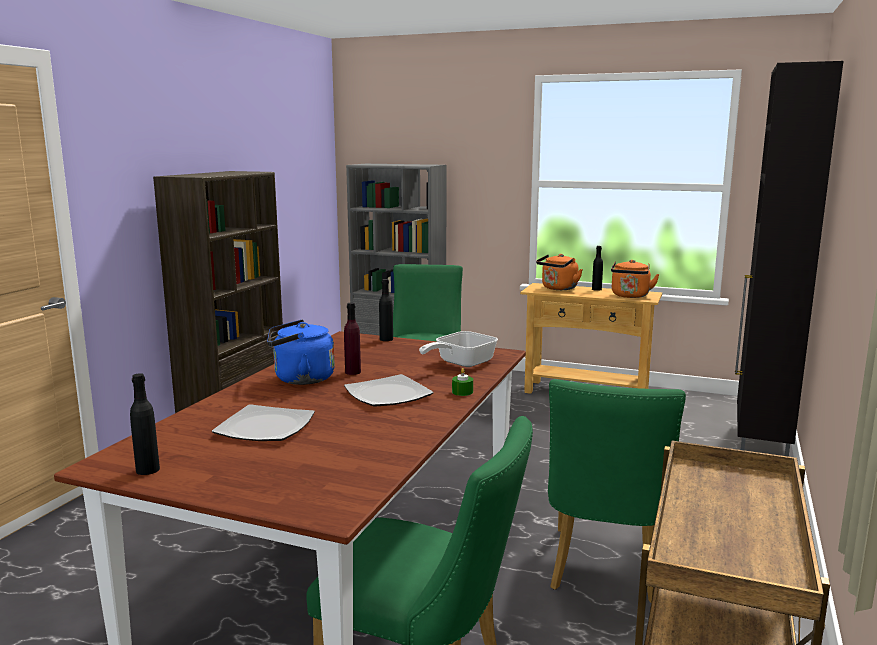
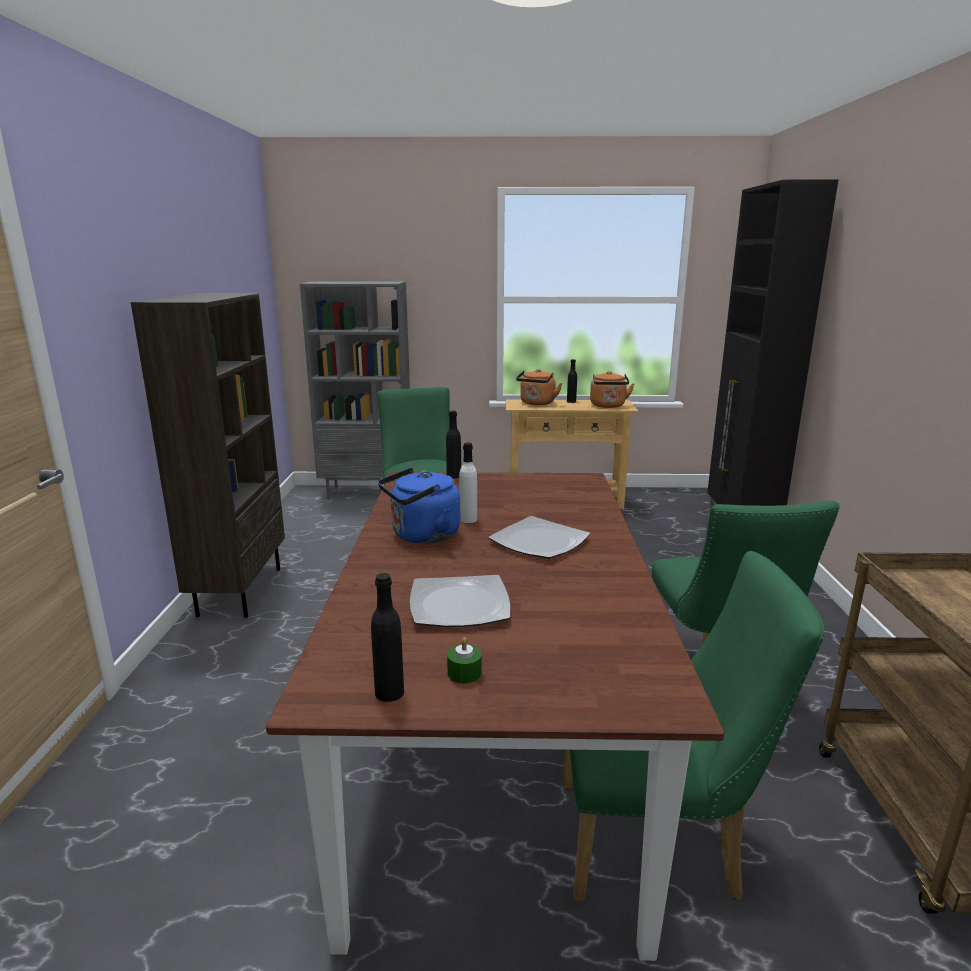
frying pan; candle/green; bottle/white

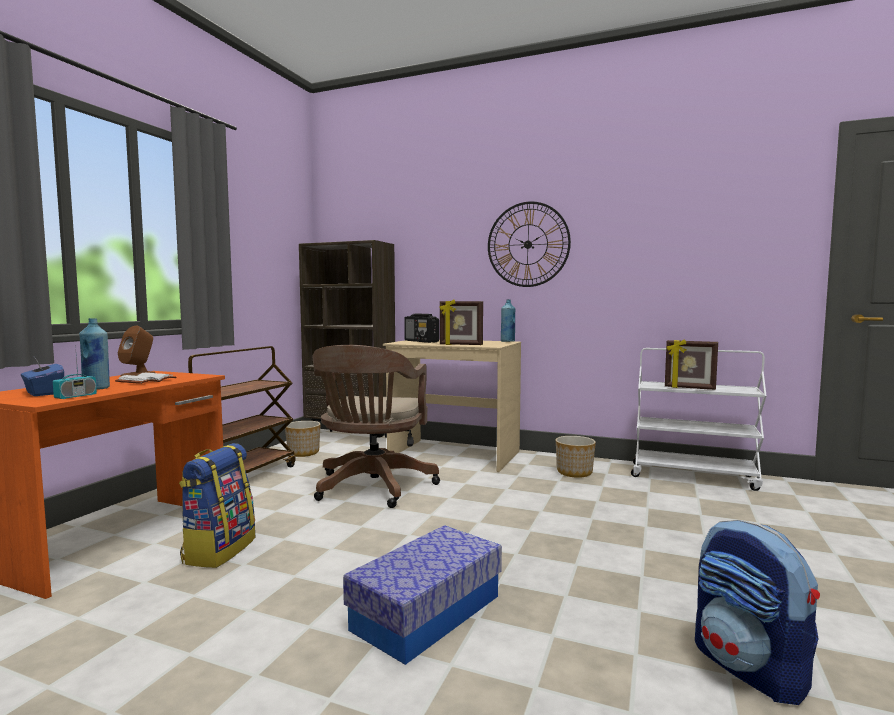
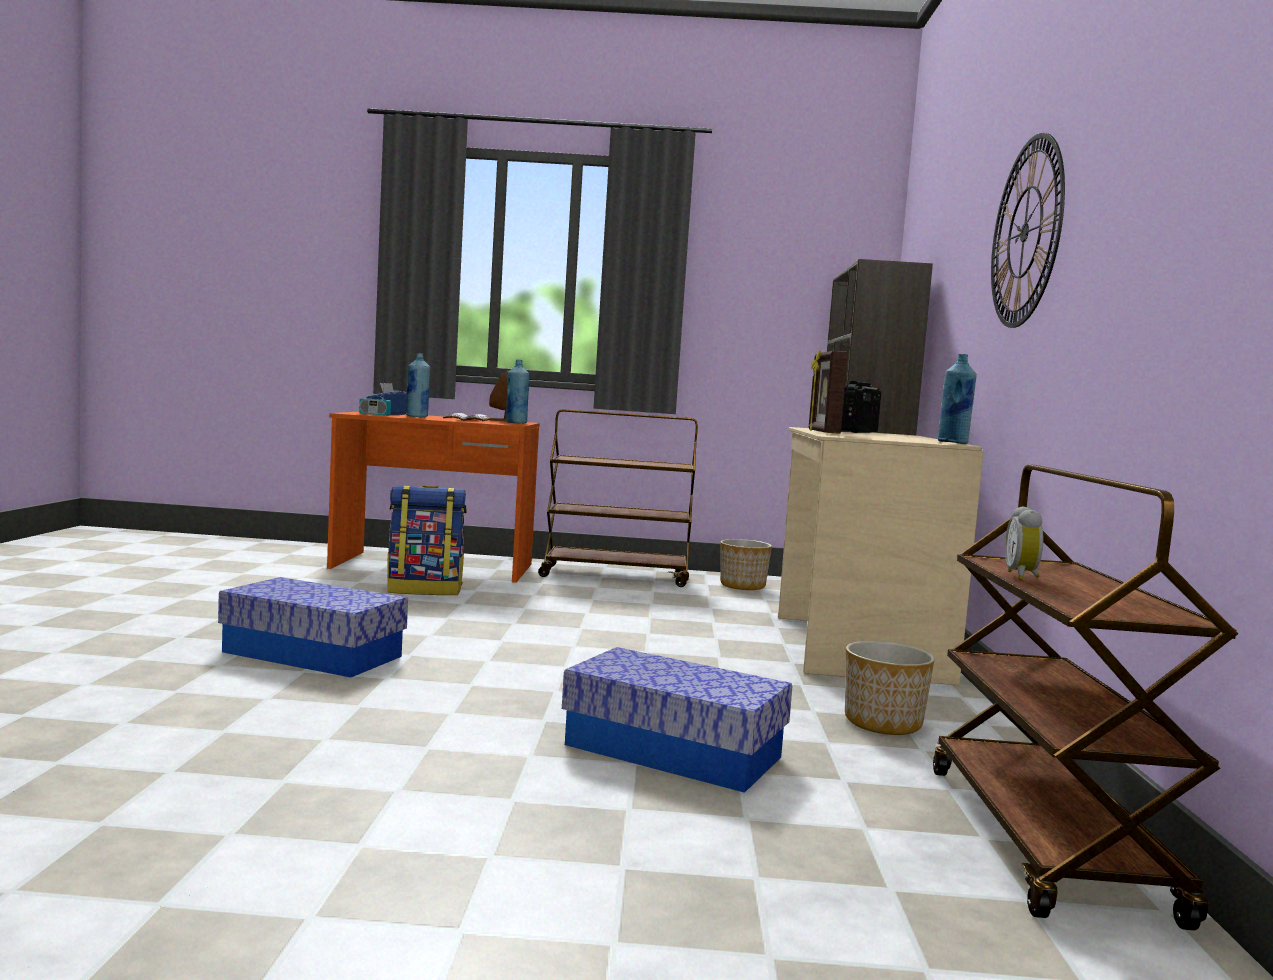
office chair/brown; backpack (2nd from left in the first image); bottle/blue (2nd from left); storage box (2nd from left); alarm clock; cart/brown (2nd from left)

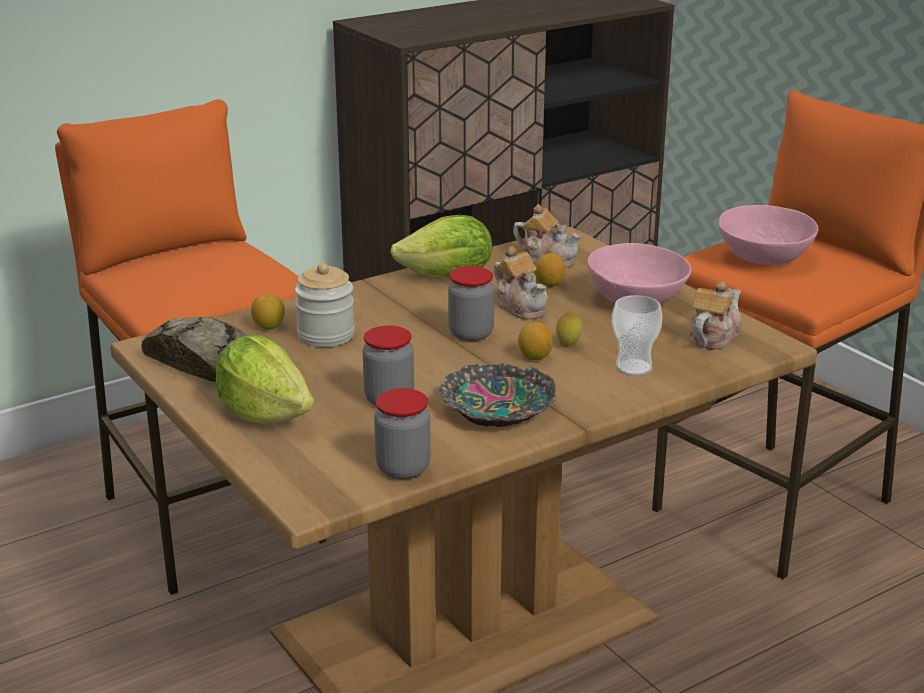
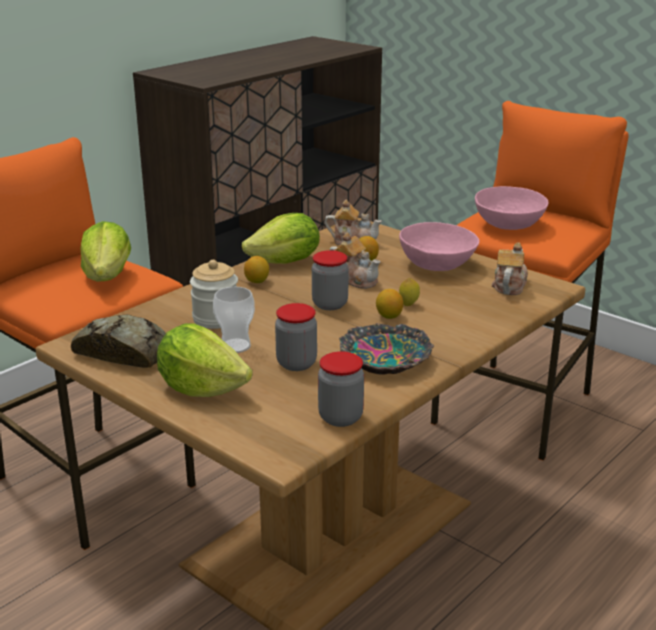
lettuce (1st from left); lemon (1st from left); cup

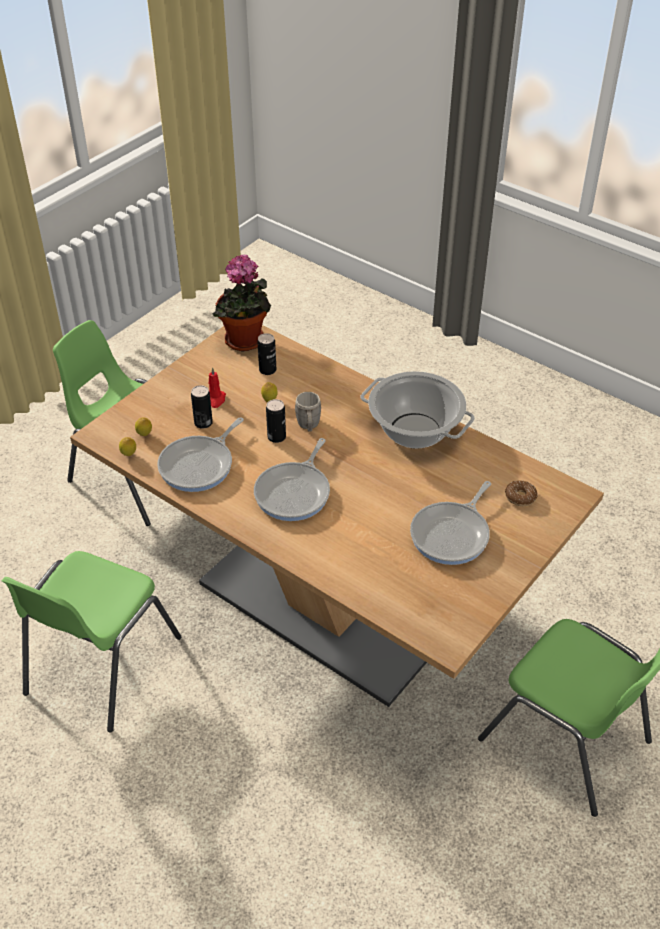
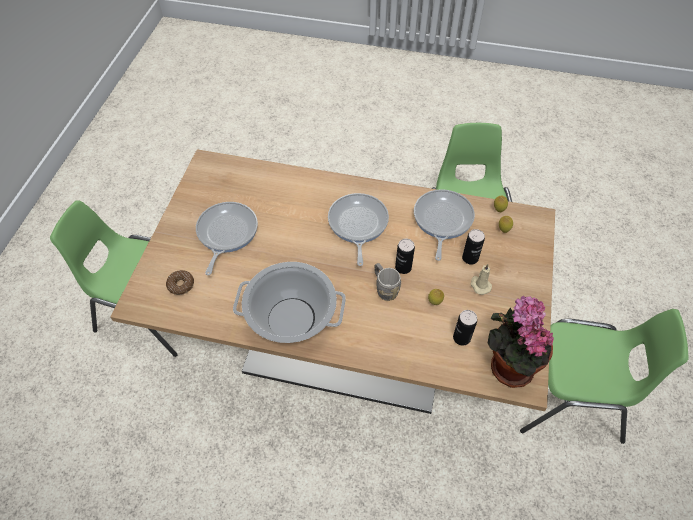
candle/beige

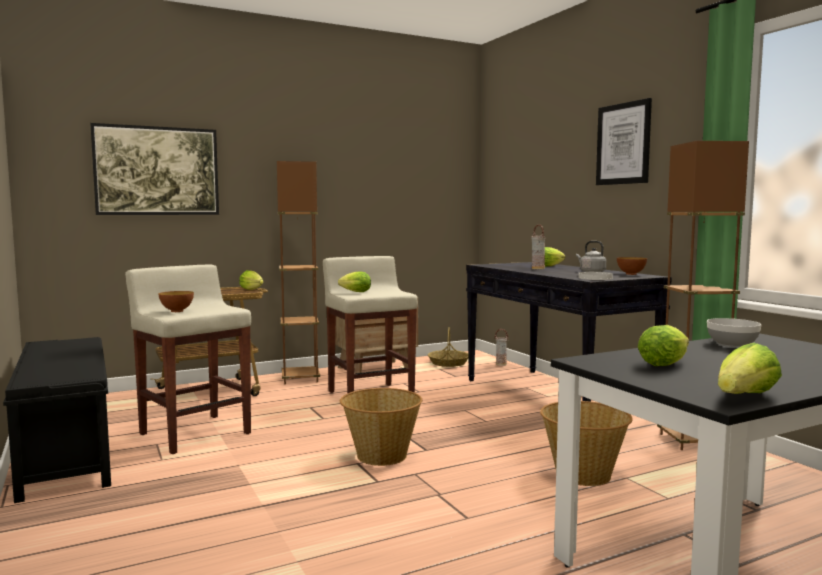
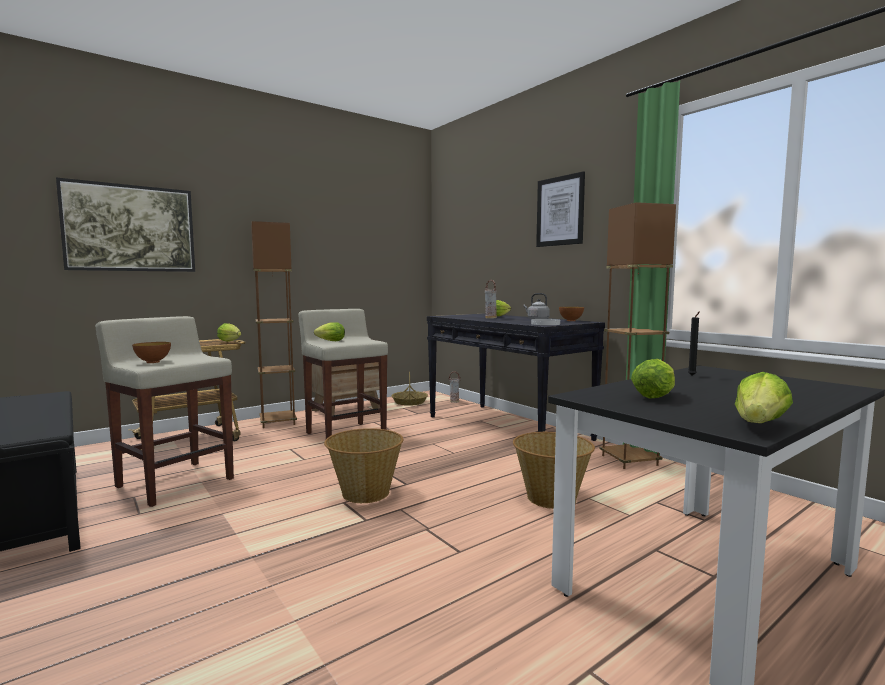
candle/black

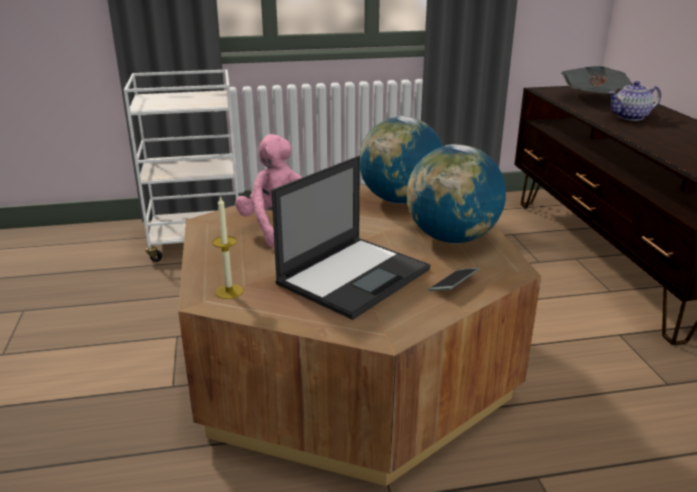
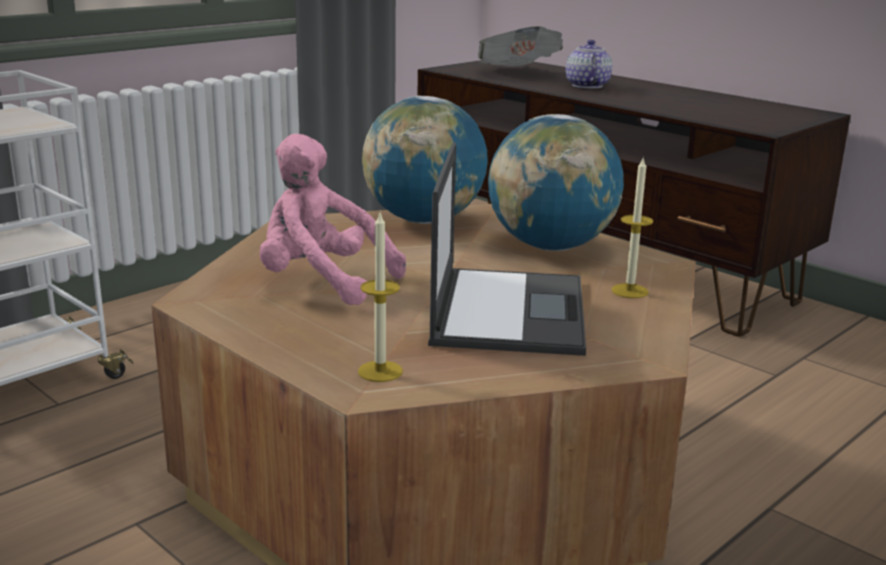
candle (2nd from left); teapot

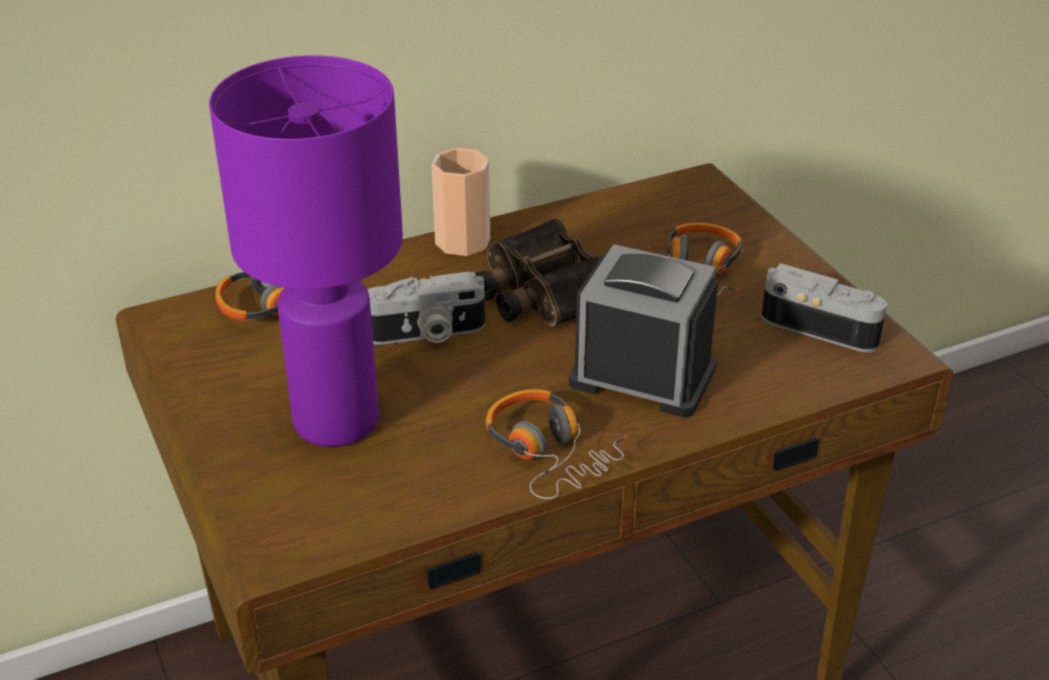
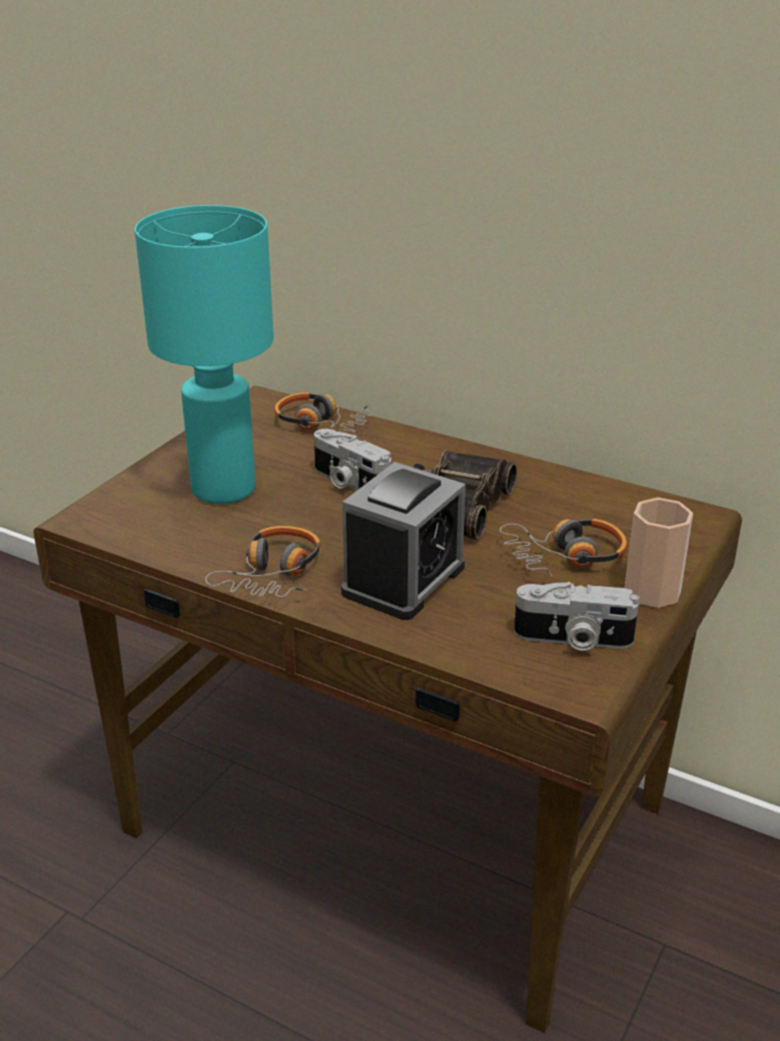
cup; table lamp/turquoise; alarm clock; photo camera (2nd from left)

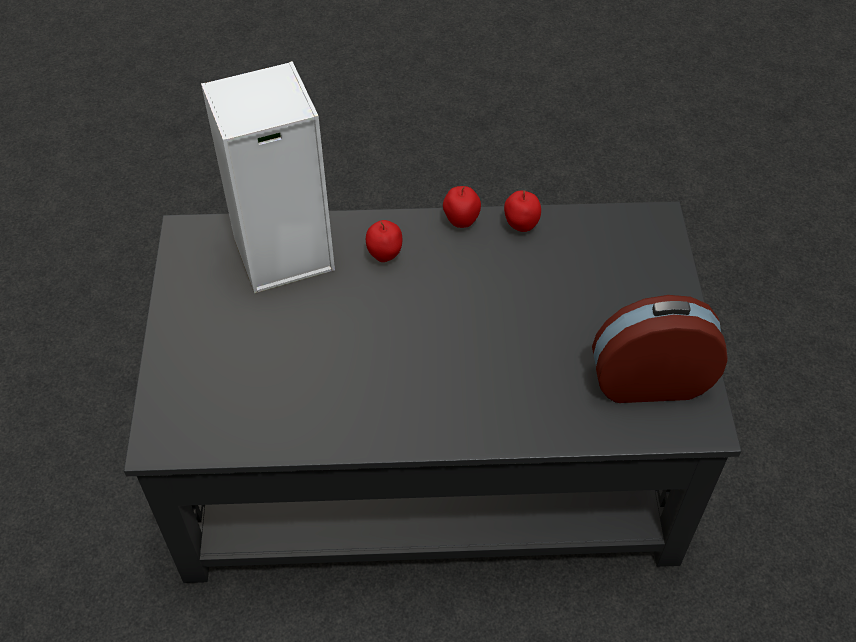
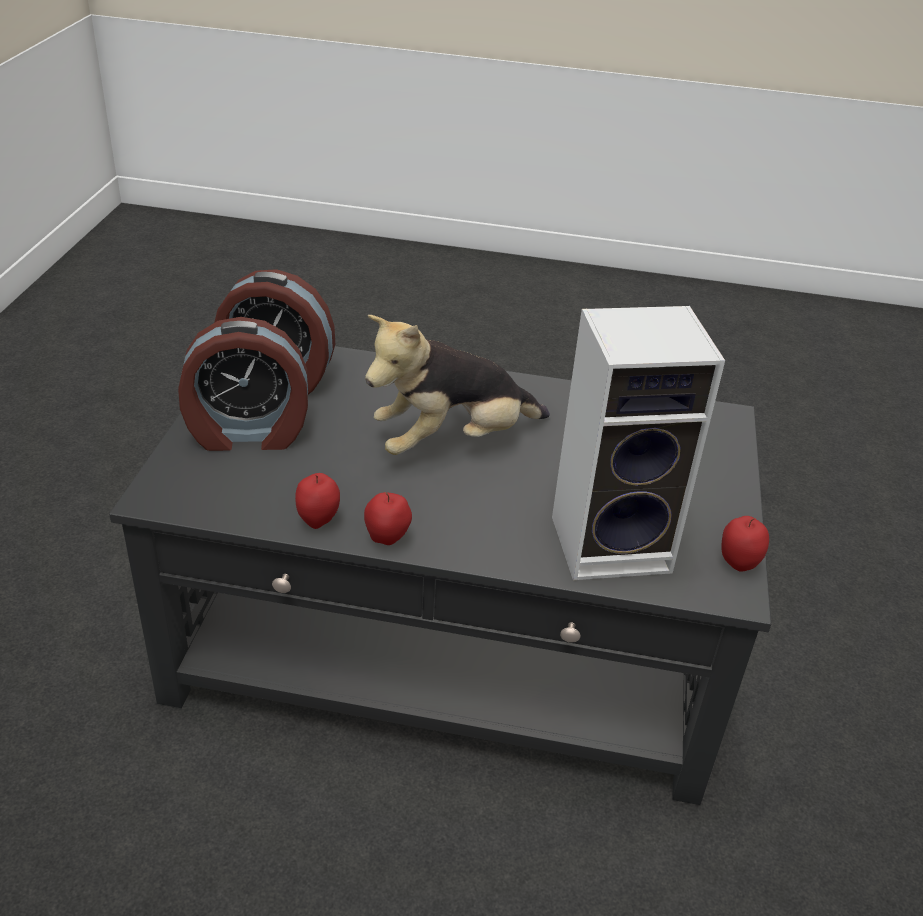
alarm clock (1st from left); plush toy; apple (3rd from left)

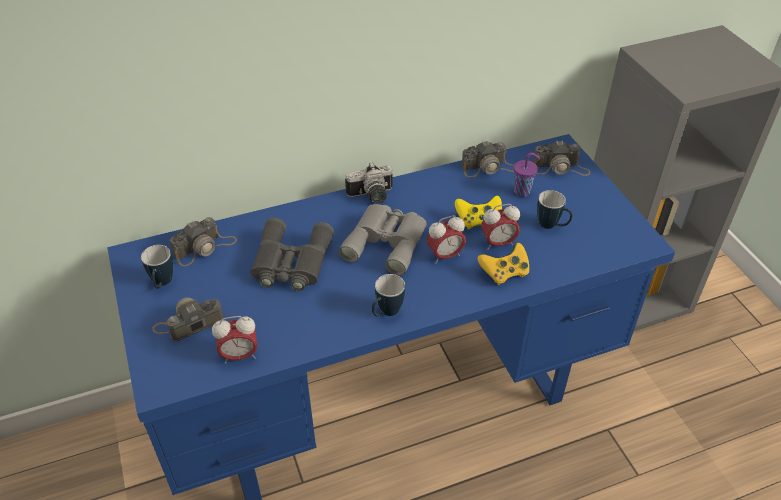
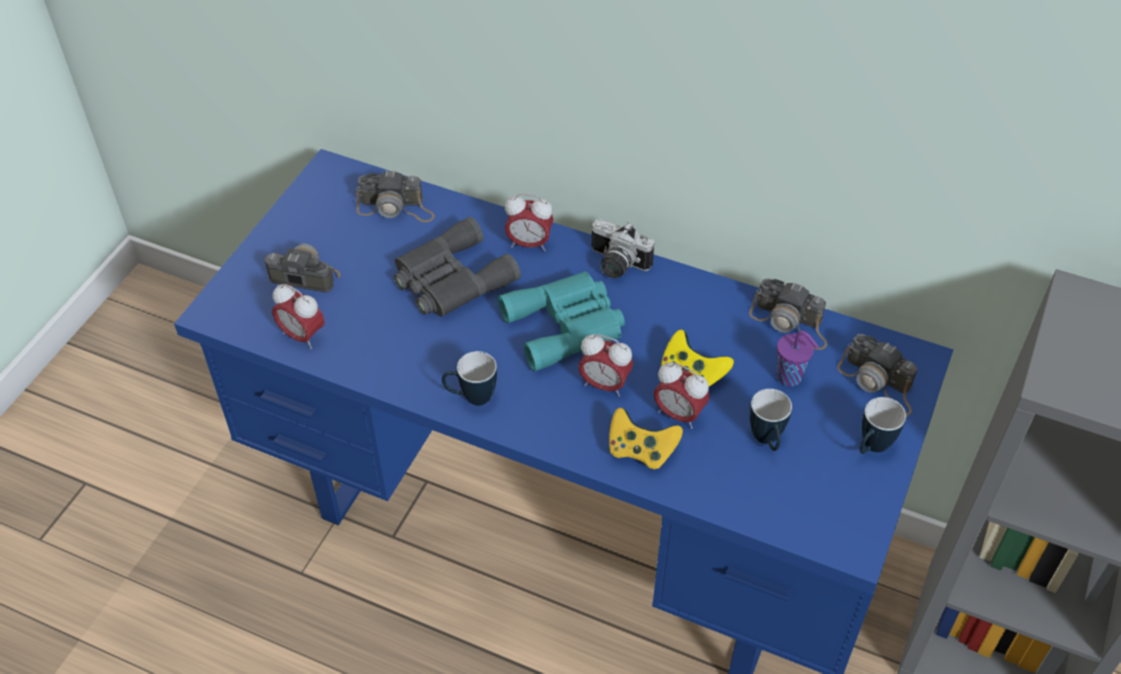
alarm clock (2nd from left); mug (3rd from left); binoculars/turquoise

